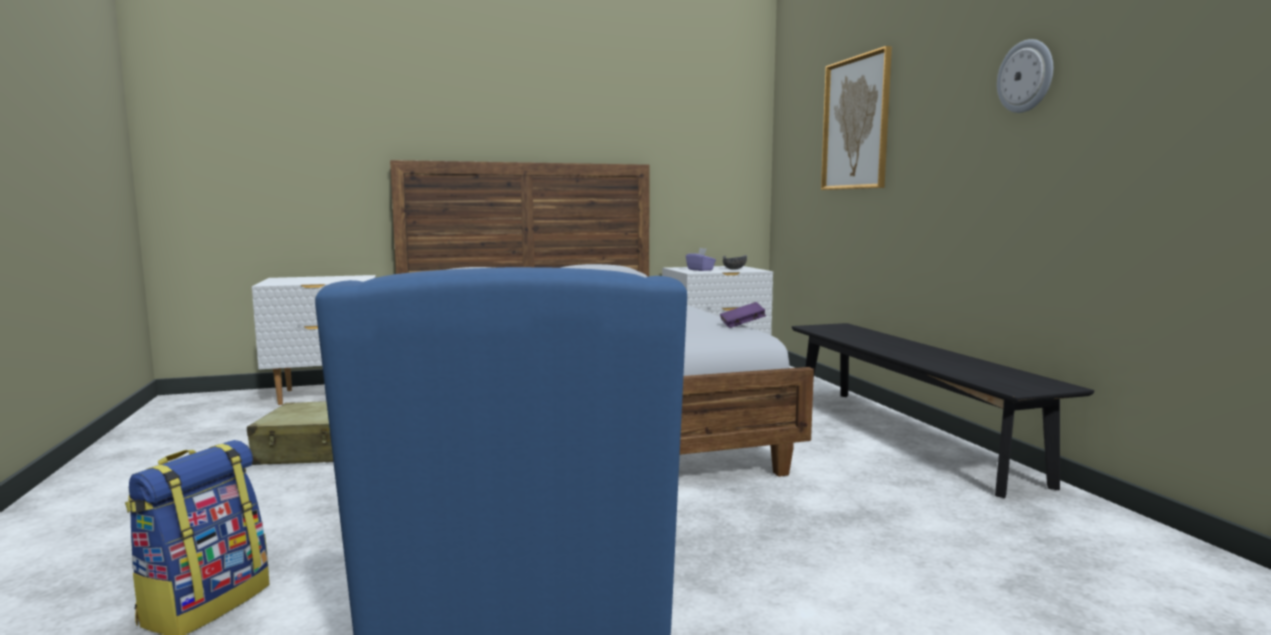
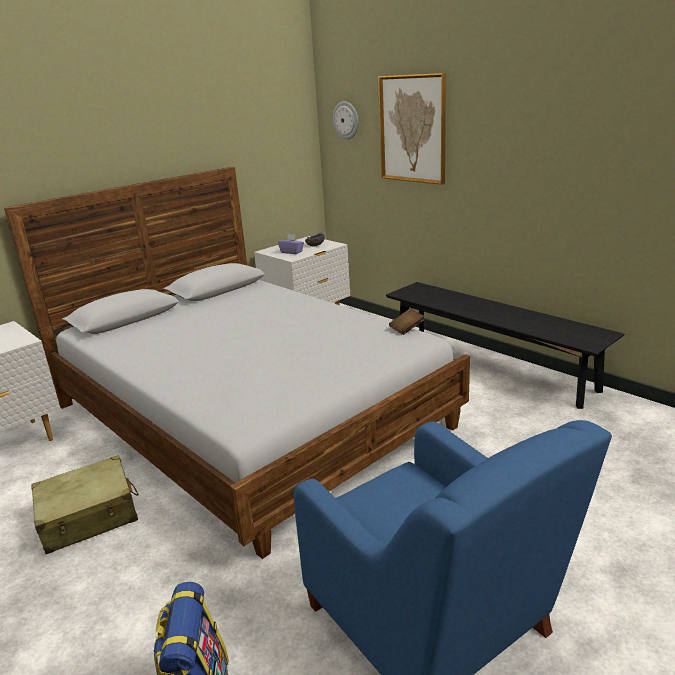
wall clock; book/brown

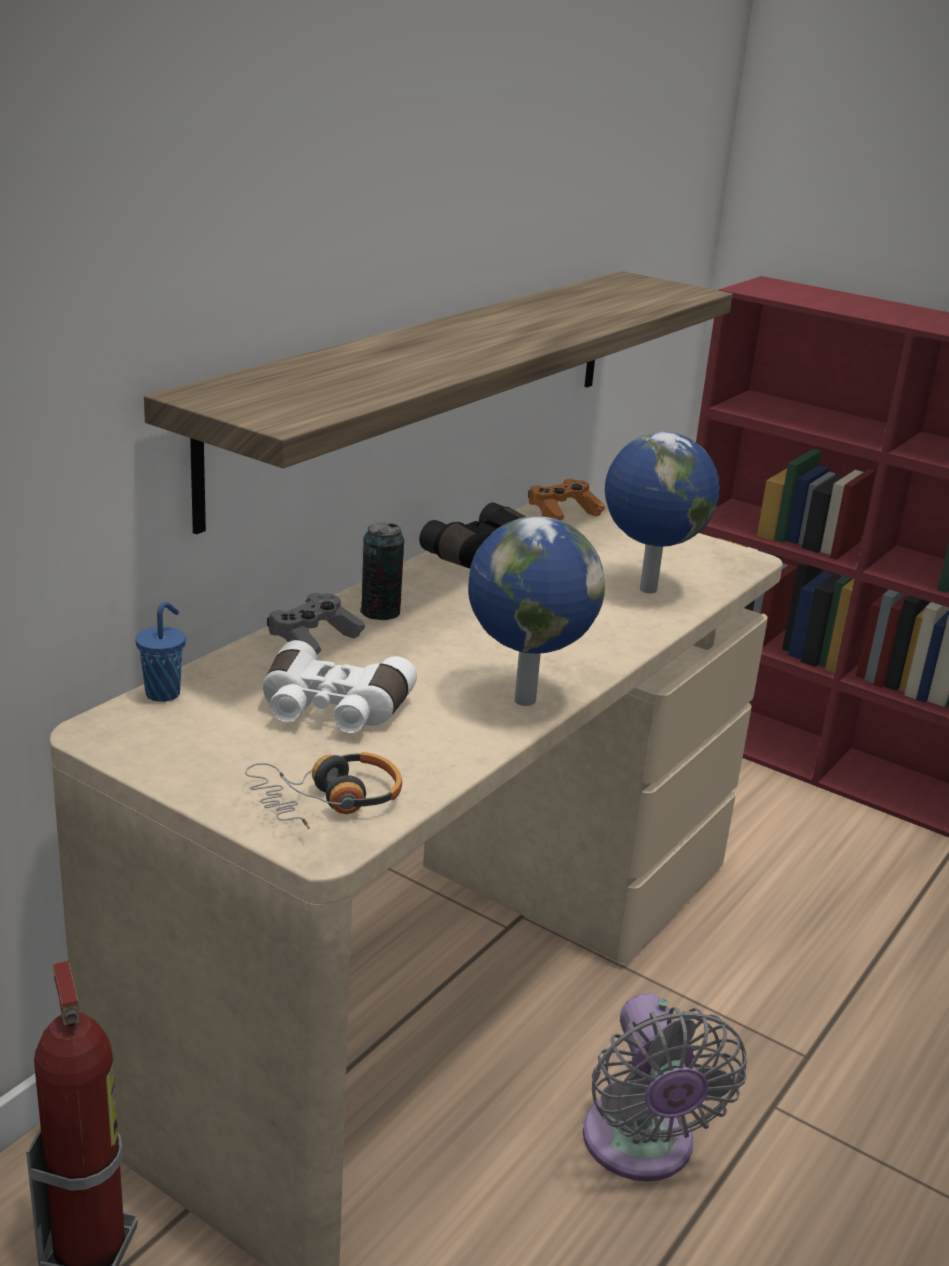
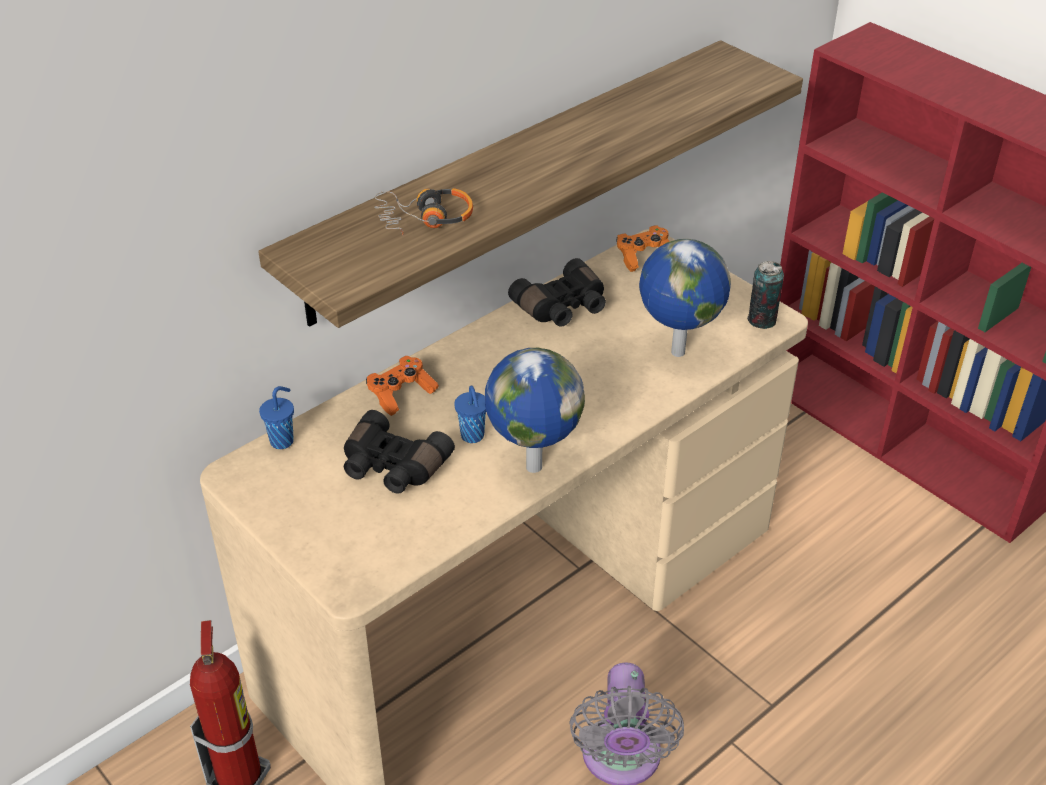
cup/blue (2nd from left); headphones; can; binoculars/black (1st from left); game controller/orange (1st from left)

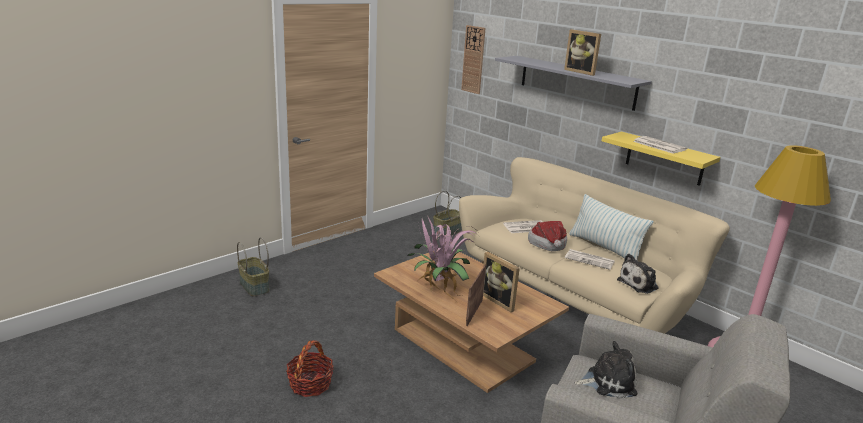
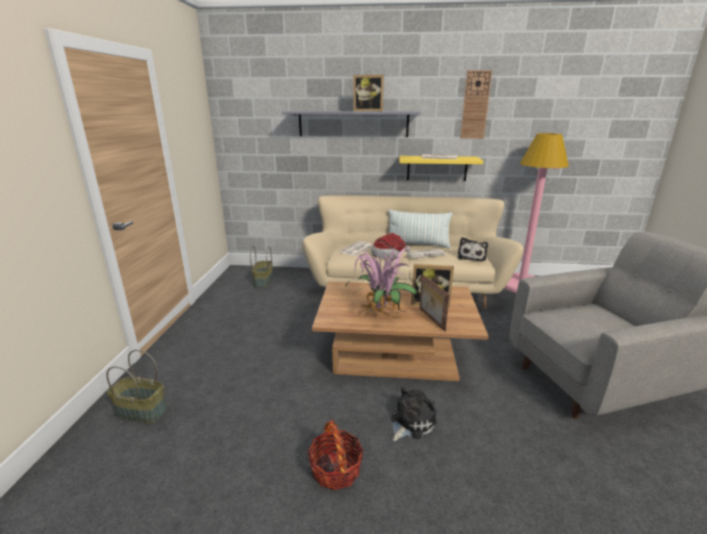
wall clock; plush toy (1st from left)

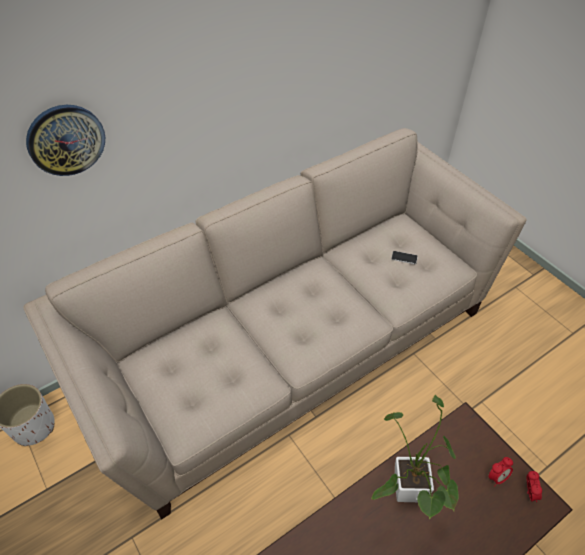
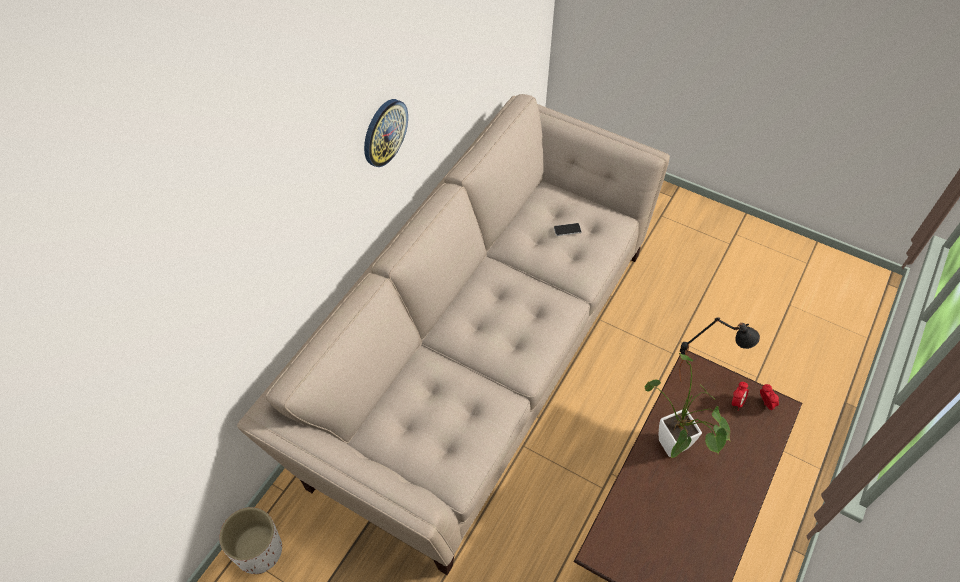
table lamp/black; wall clock

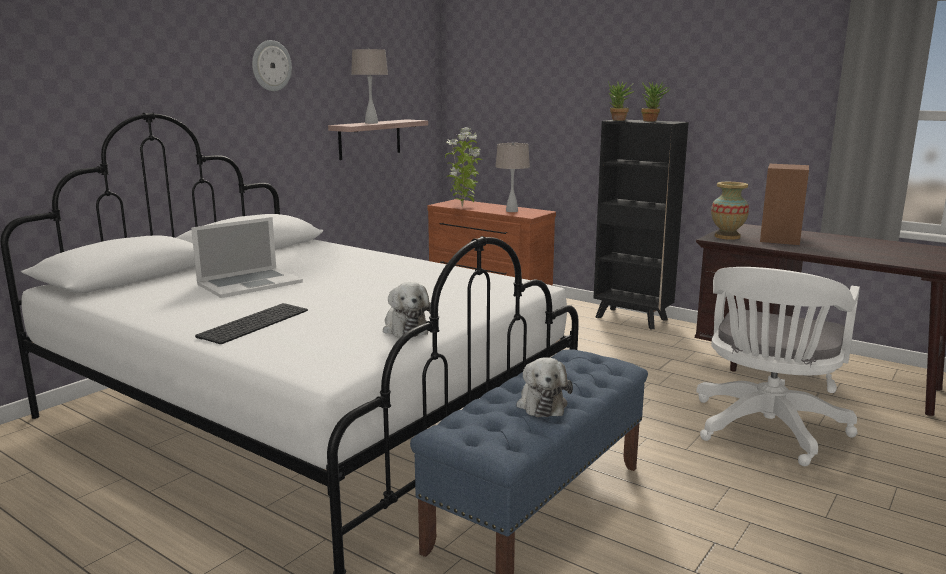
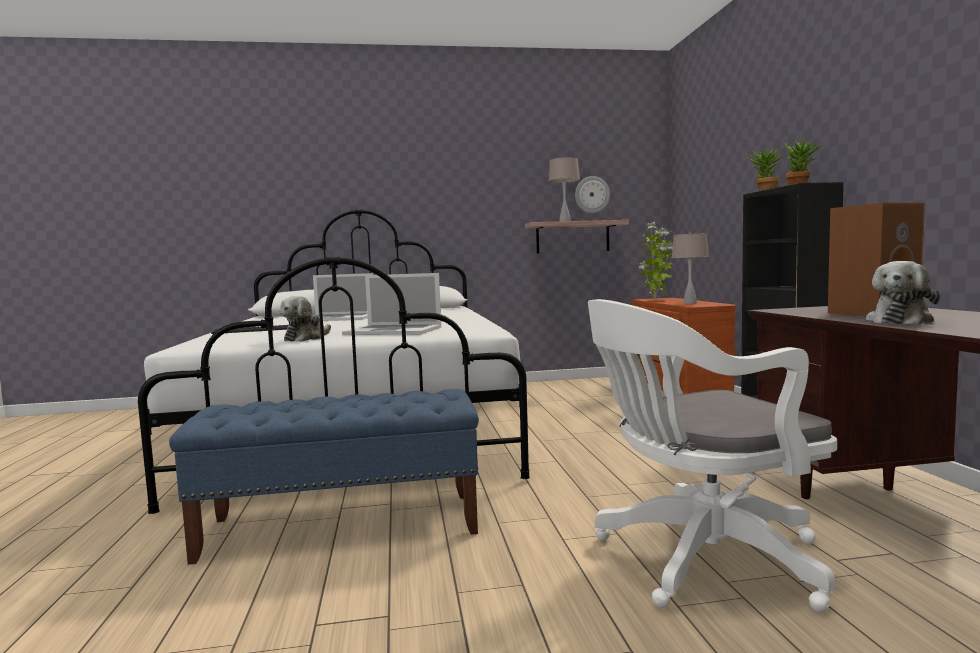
vase; laptop (2nd from left); wall clock; plush toy (2nd from left)

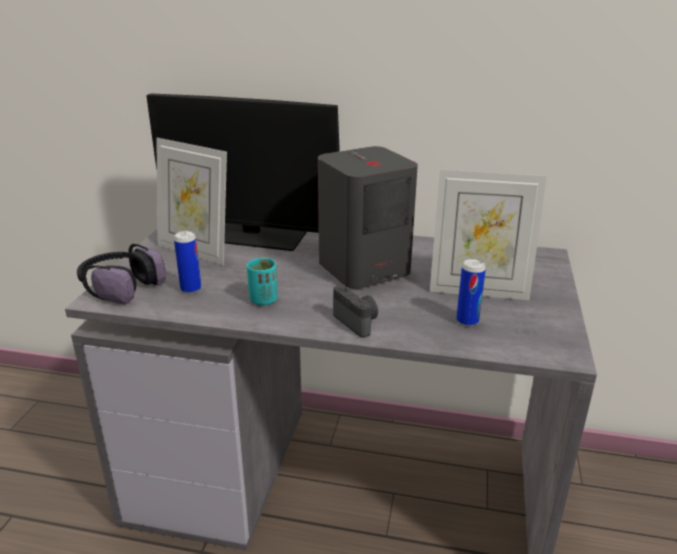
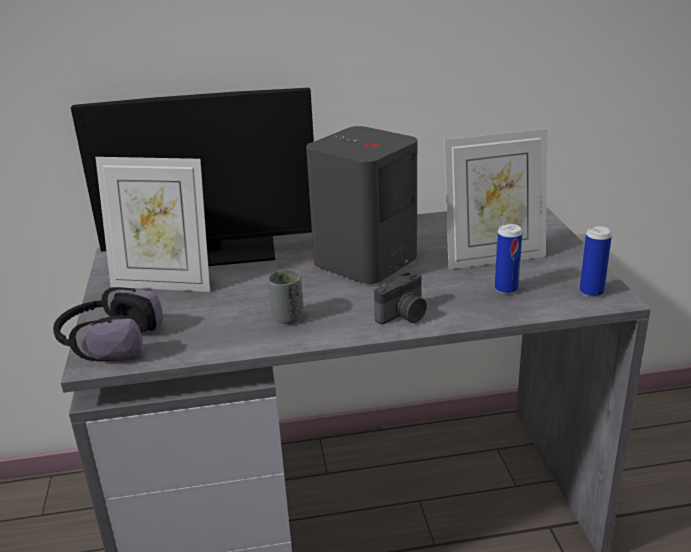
can (2nd from left); cup/grey; photo camera

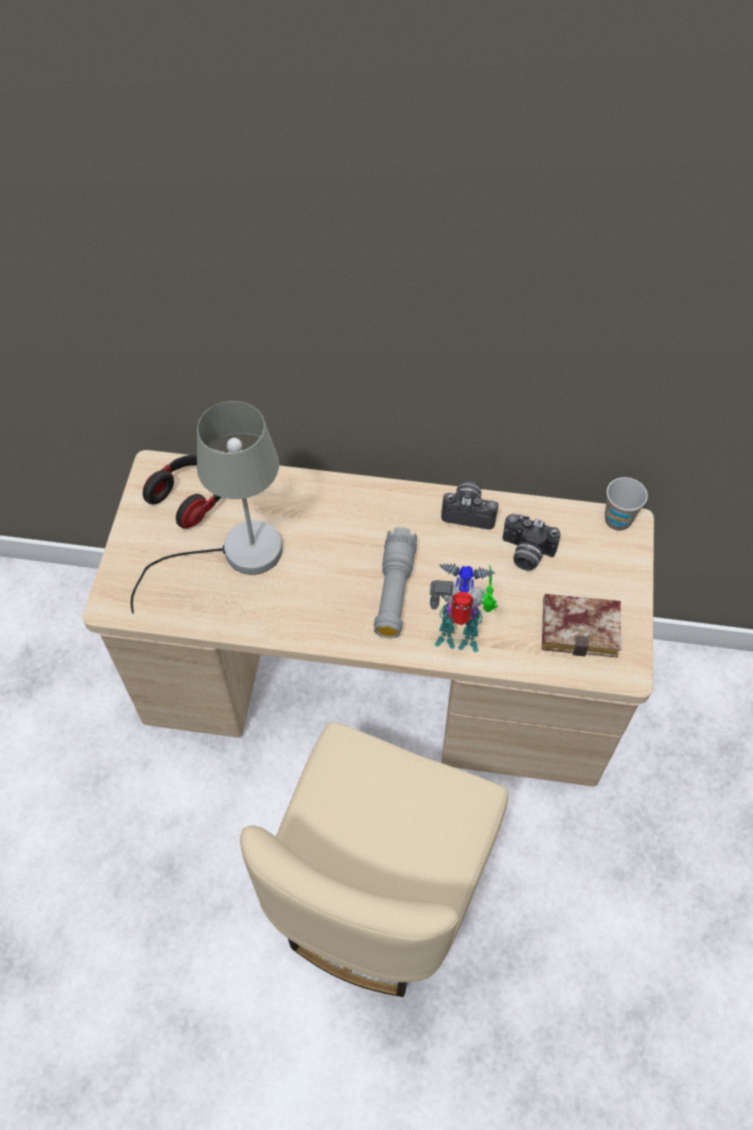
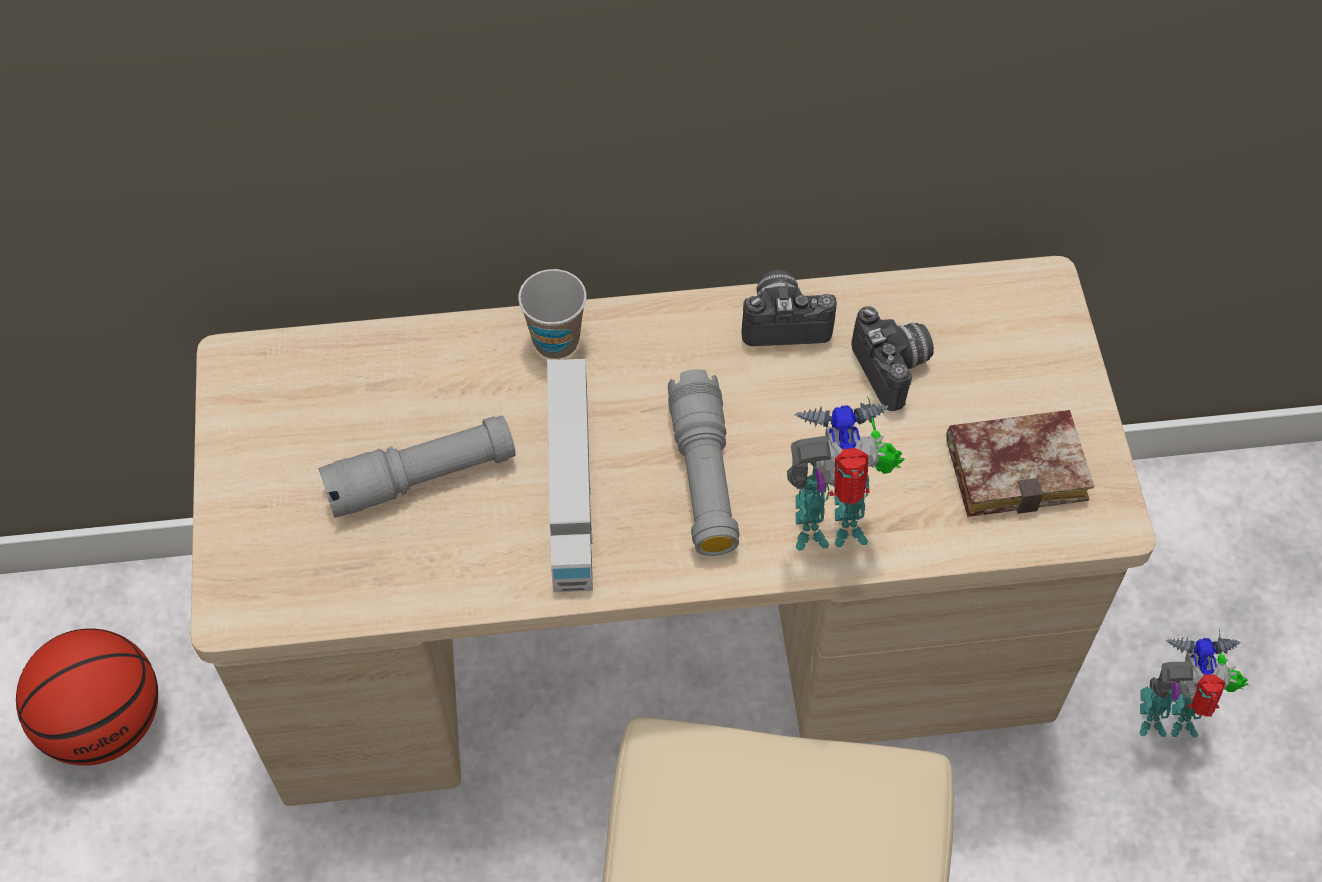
headphones; basketball; toy truck; toy robot (2nd from left); cup; flashlight/grey (1st from left); photo camera (2nd from left)

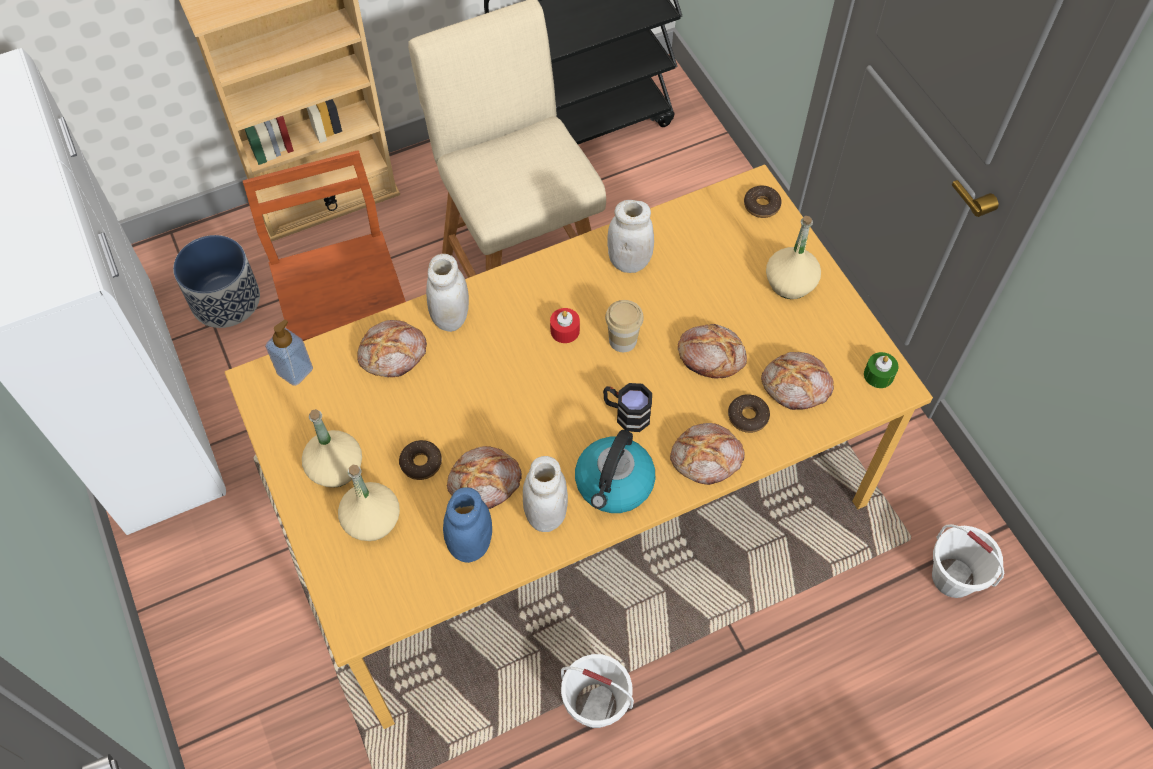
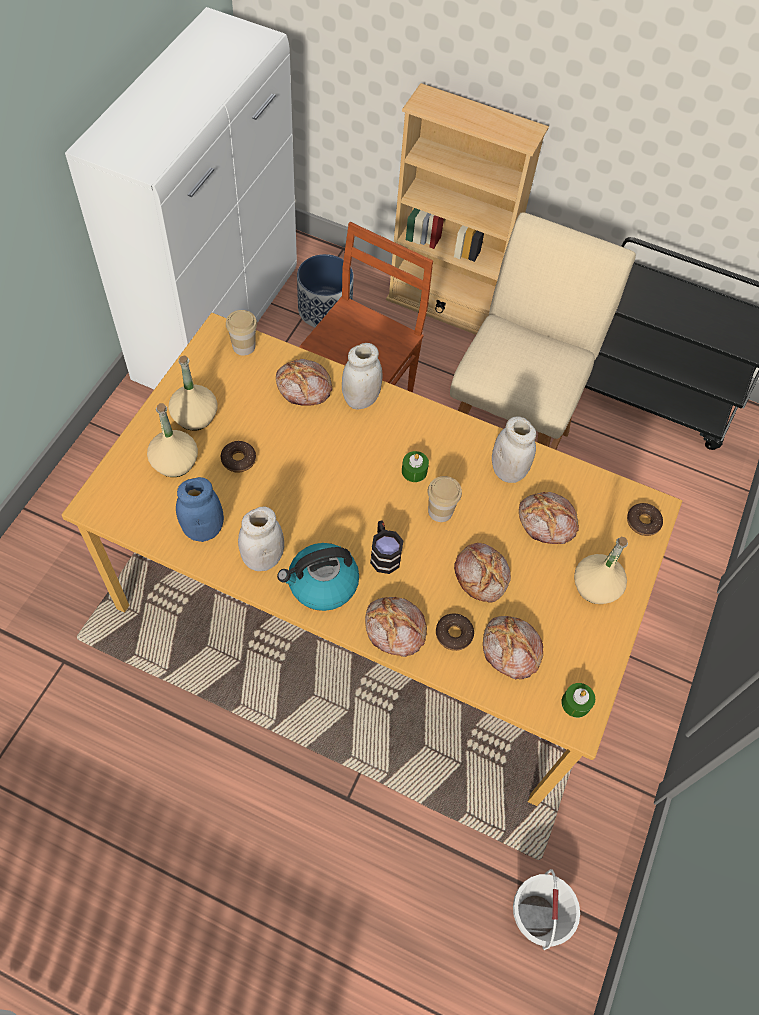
bucket/white (1st from left in the first image); bread (5th from left); cup (1st from left); candle/green (1st from left)

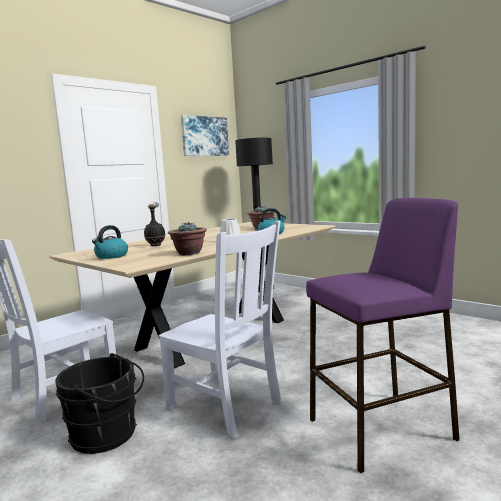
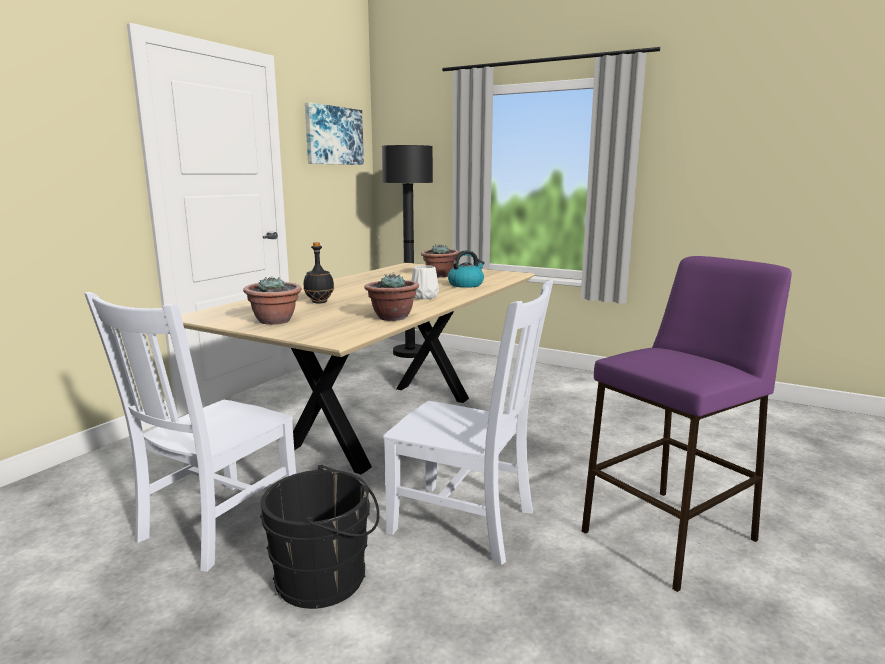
potted plant (1st from left)

